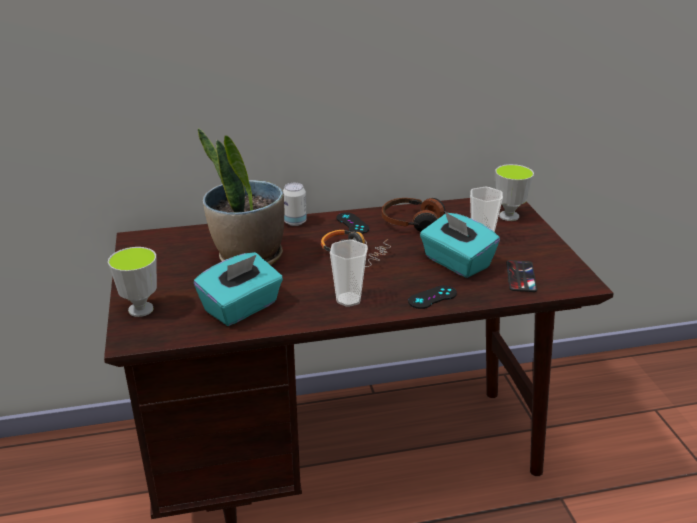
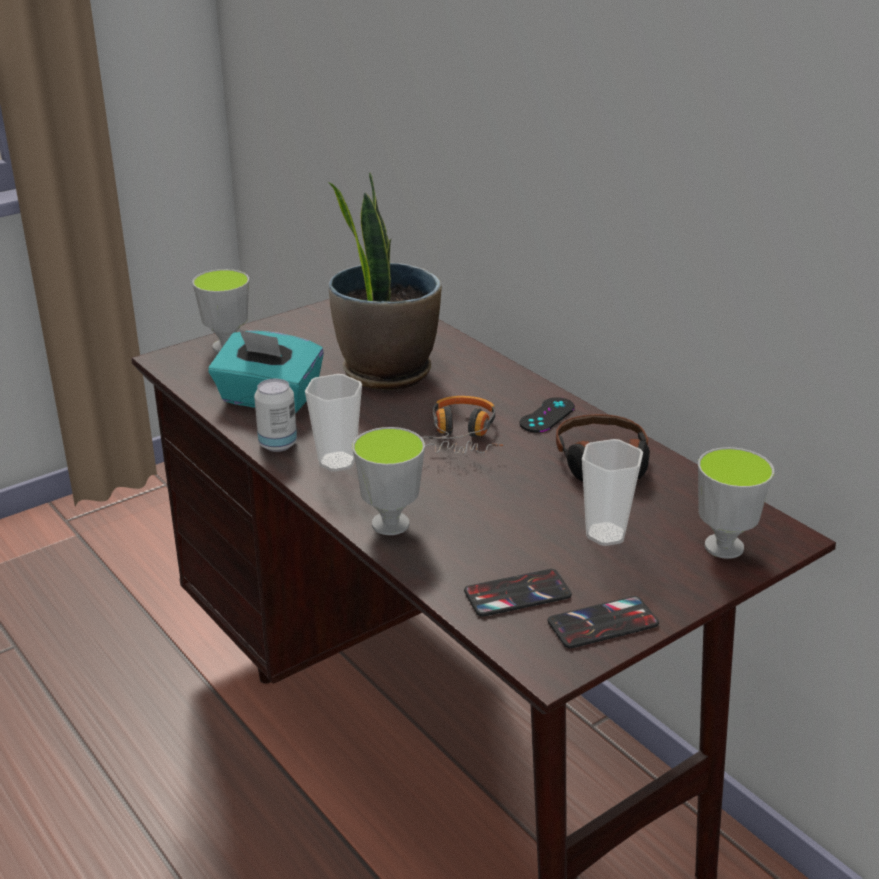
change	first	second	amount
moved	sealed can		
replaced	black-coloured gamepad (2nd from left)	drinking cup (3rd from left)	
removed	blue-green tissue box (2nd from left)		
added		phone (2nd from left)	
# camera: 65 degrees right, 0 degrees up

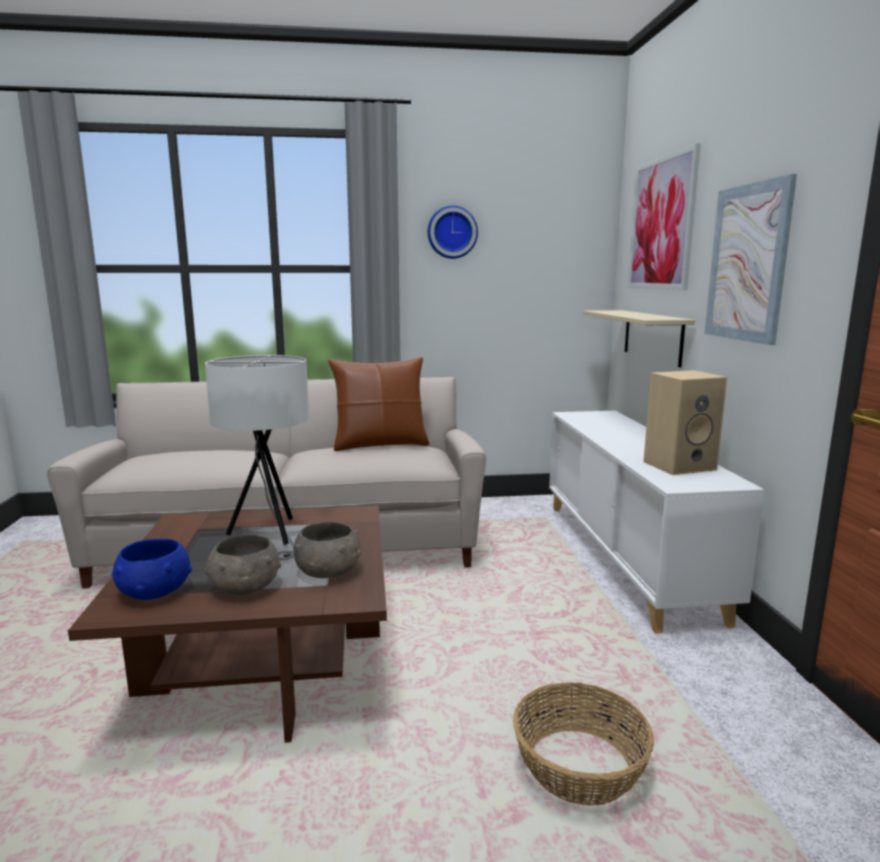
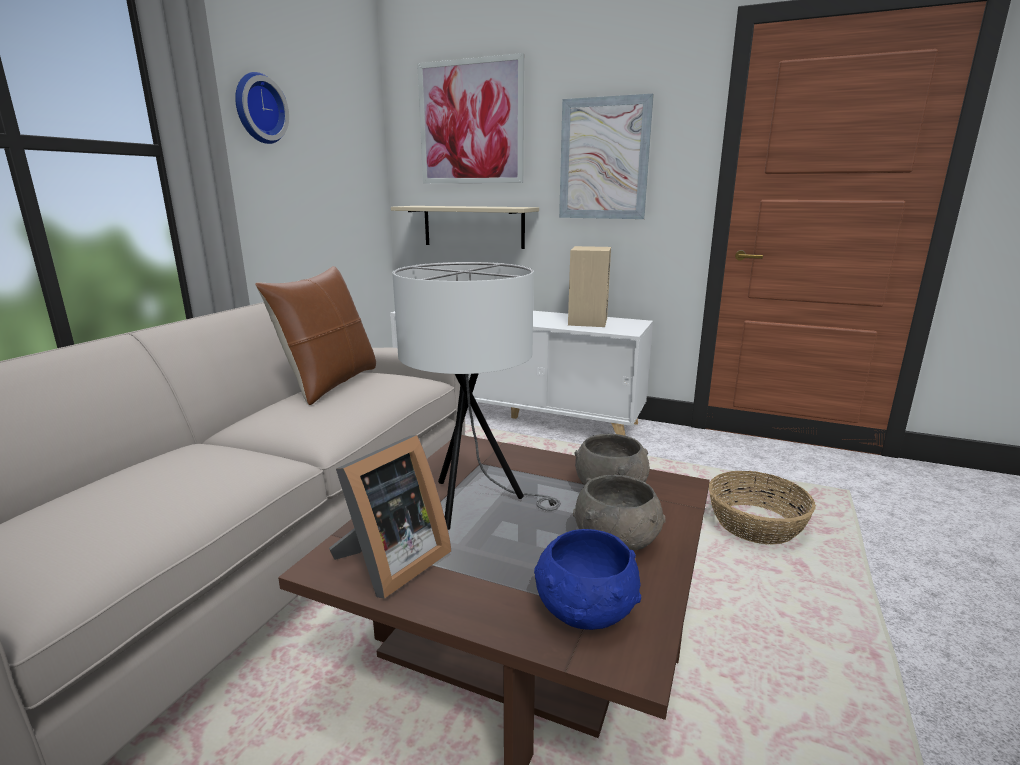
change	first	second	amount
added		standing frame	
# camera: 60 degrees left, 5 degrees up

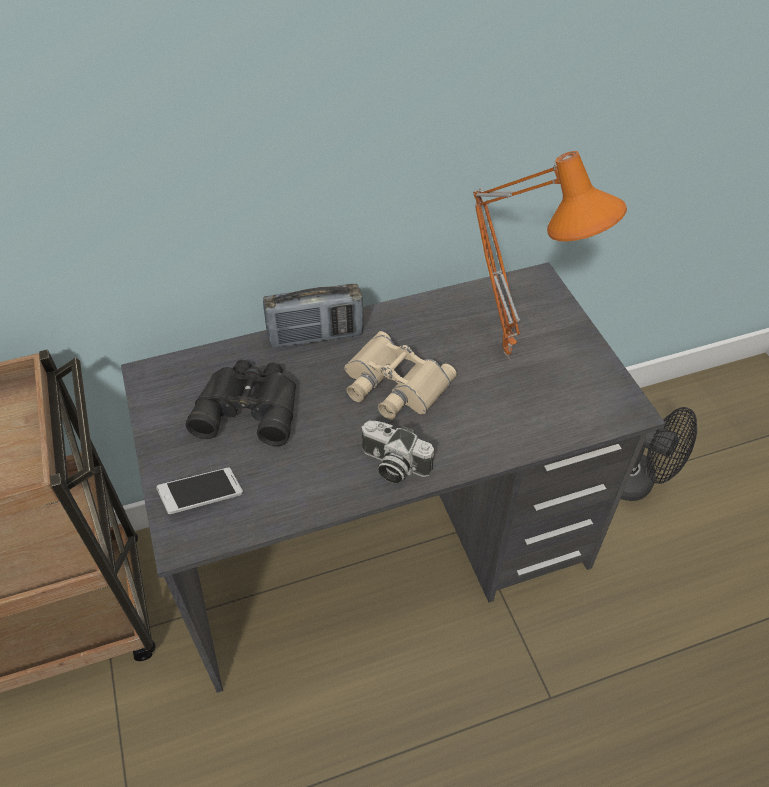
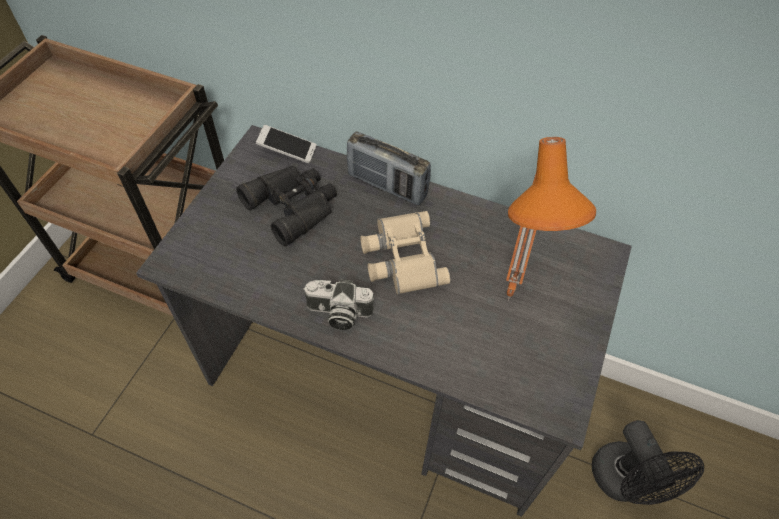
change	first	second	amount
moved	phone		
turned	still camera		60 degrees counterclockwise
# camera: 40 degrees right, 5 degrees up

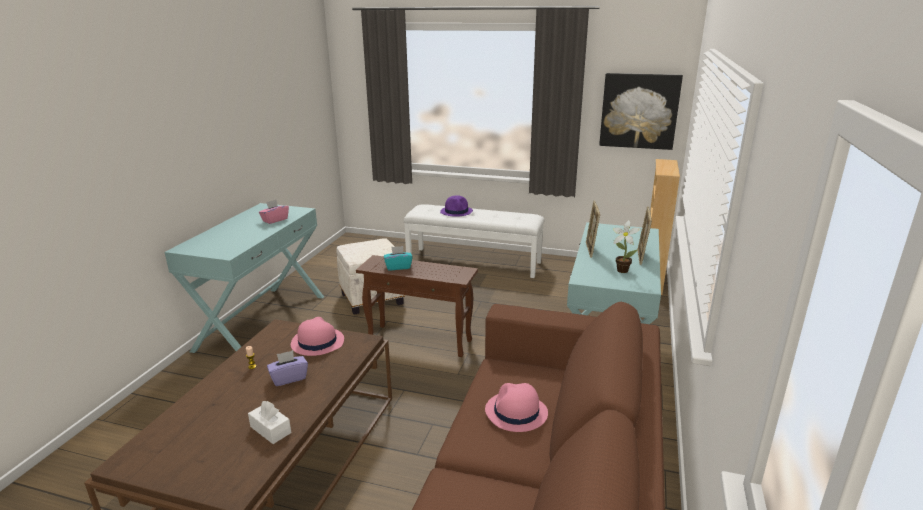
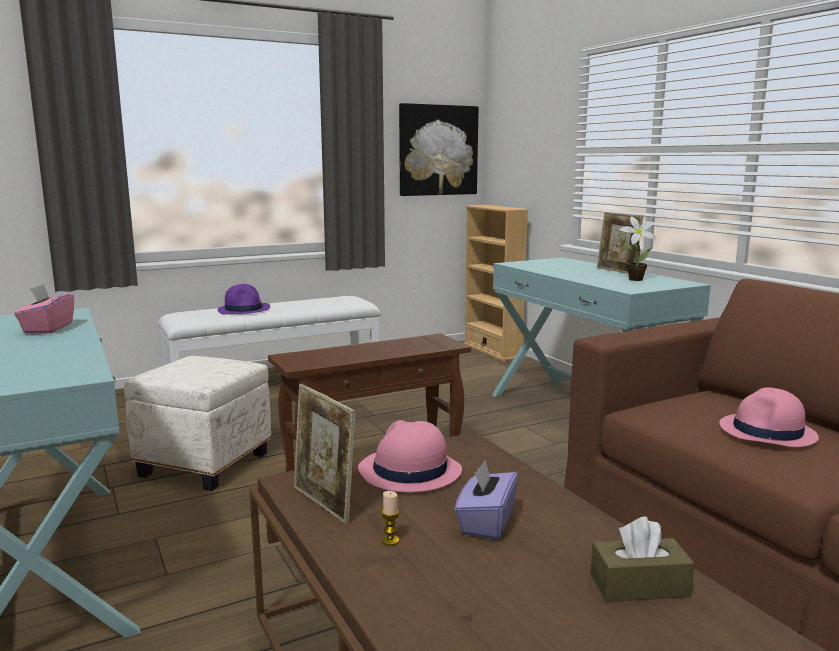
change	first	second	amount
recoloured	whitish tissue box	brown-coloured tissue box	
removed	blue-green tissue box		
moved	standing frame (1st from left)		
# camera: 45 degrees left, 10 degrees down

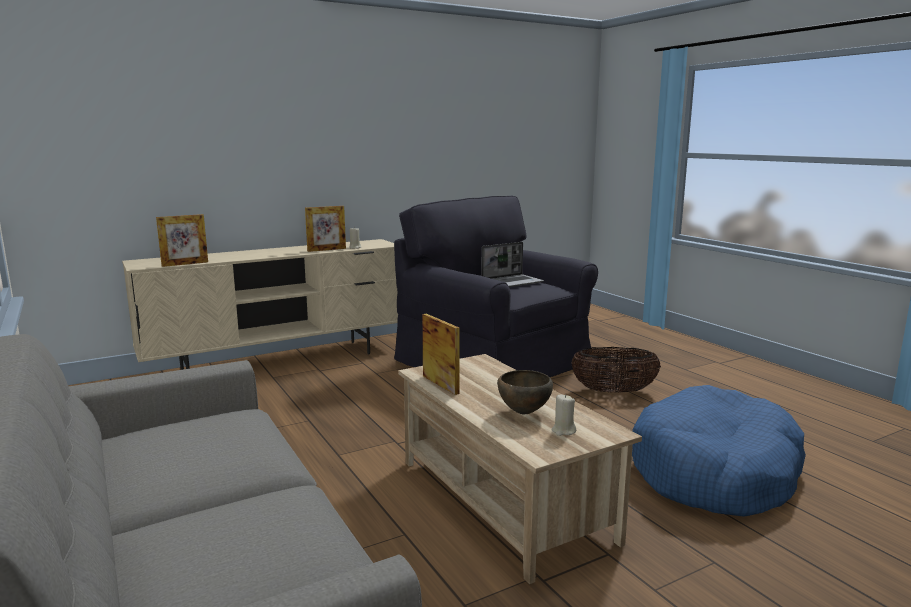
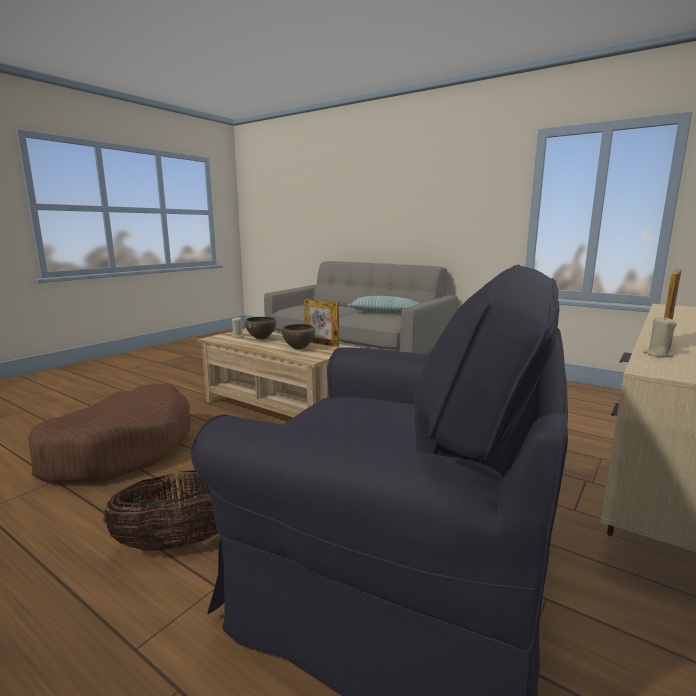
change	first	second	amount
removed	standing frame (1st from left)		
removed	notebook computer		
recoloured	blue dog cushion	brown-coloured dog cushion	
added		brown-coloured deep dish (2nd from left)	
added		cushion	
# camera: 155 degrees right, 0 degrees up

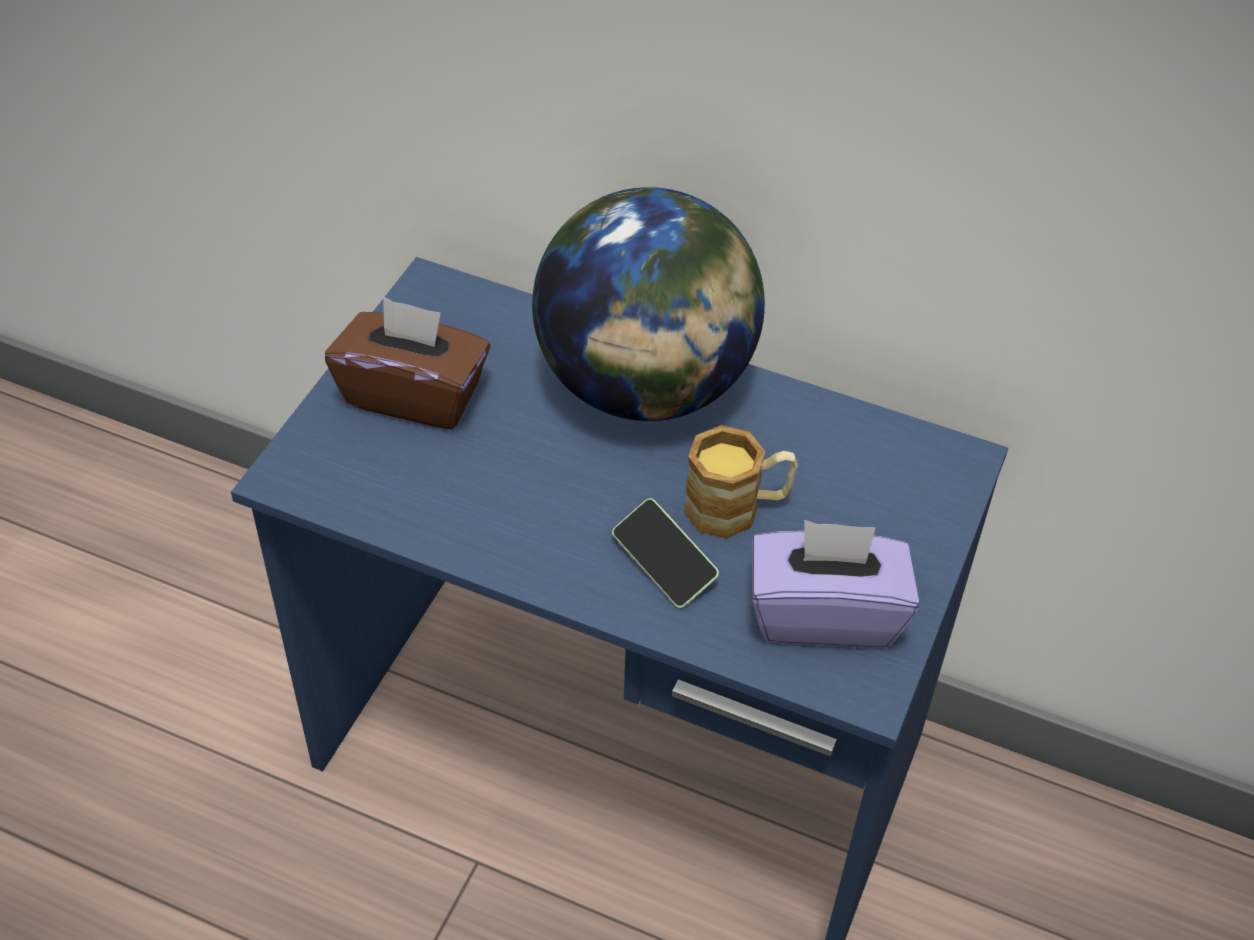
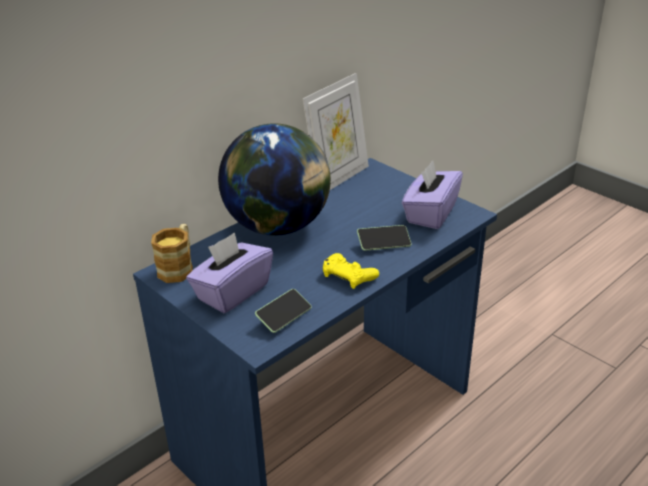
change	first	second	amount
recoloured	brown-coloured tissue box	purplish tissue box (1st from left)	
moved	mug		
added		phone (1st from left)	
added		standing frame	
added		yellow-coloured gamepad	
# camera: 65 degrees left, 15 degrees down

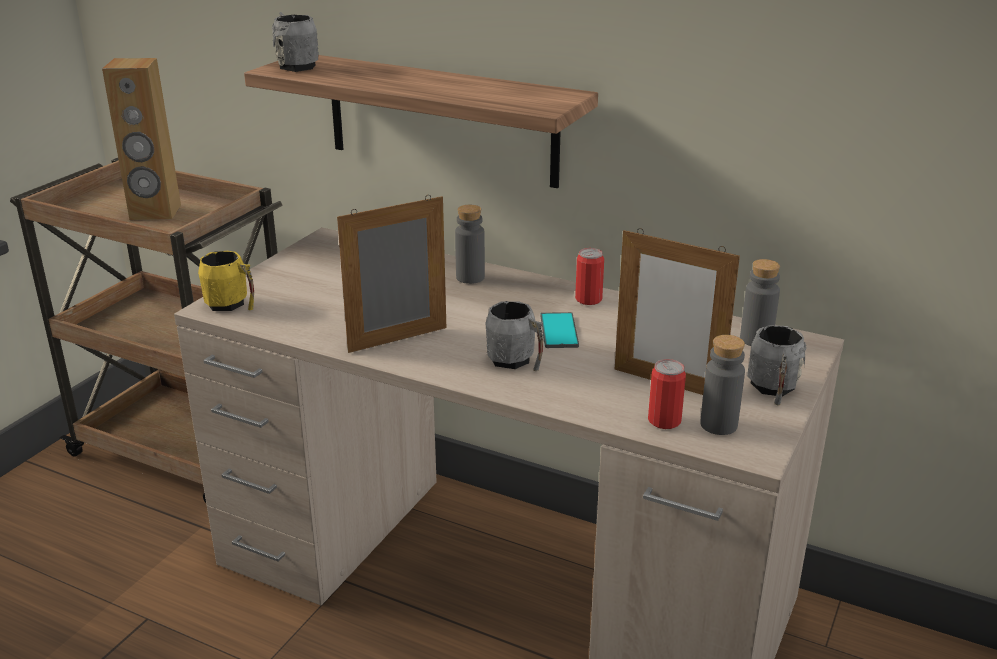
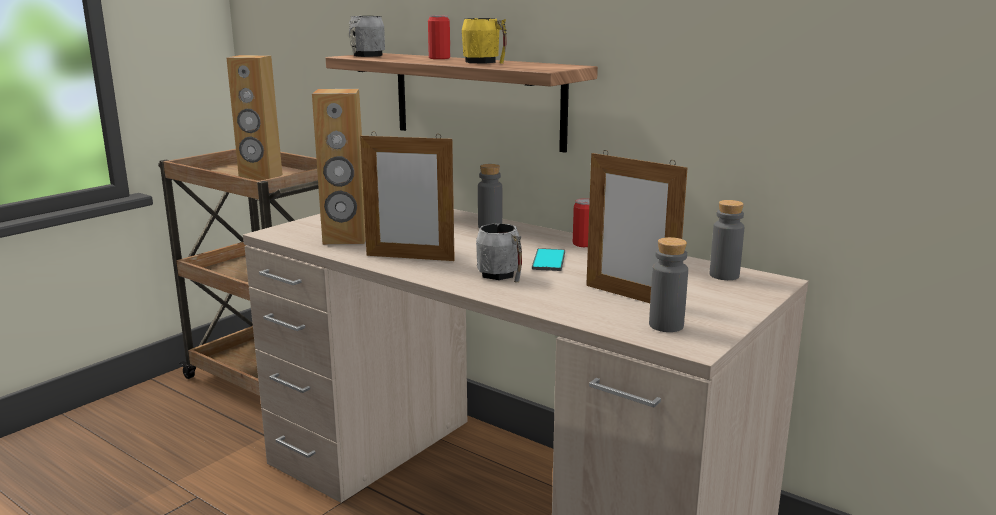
change	first	second	amount
moved	yellow-coloured mug		
turned	standing frame (1st from left)		150 degrees counterclockwise
moved	sealed can (2nd from left in the first image)	sealed can (1st from left)	
removed	gray mug (3rd from left)		
added		brown-coloured audio speaker (2nd from left)	
# camera: 10 degrees right, 10 degrees down

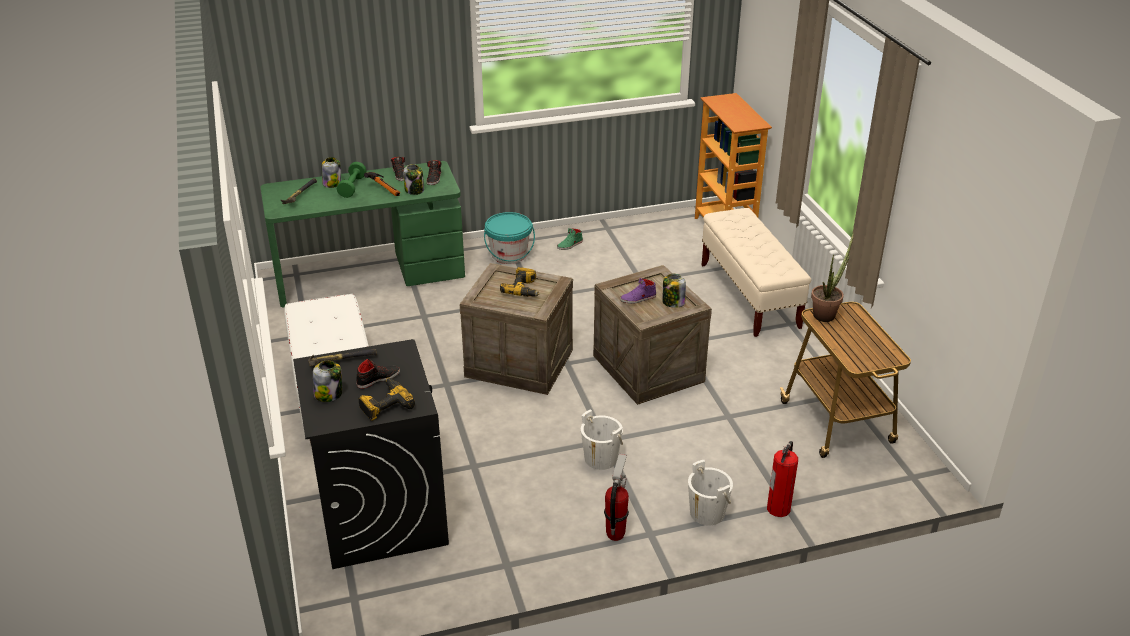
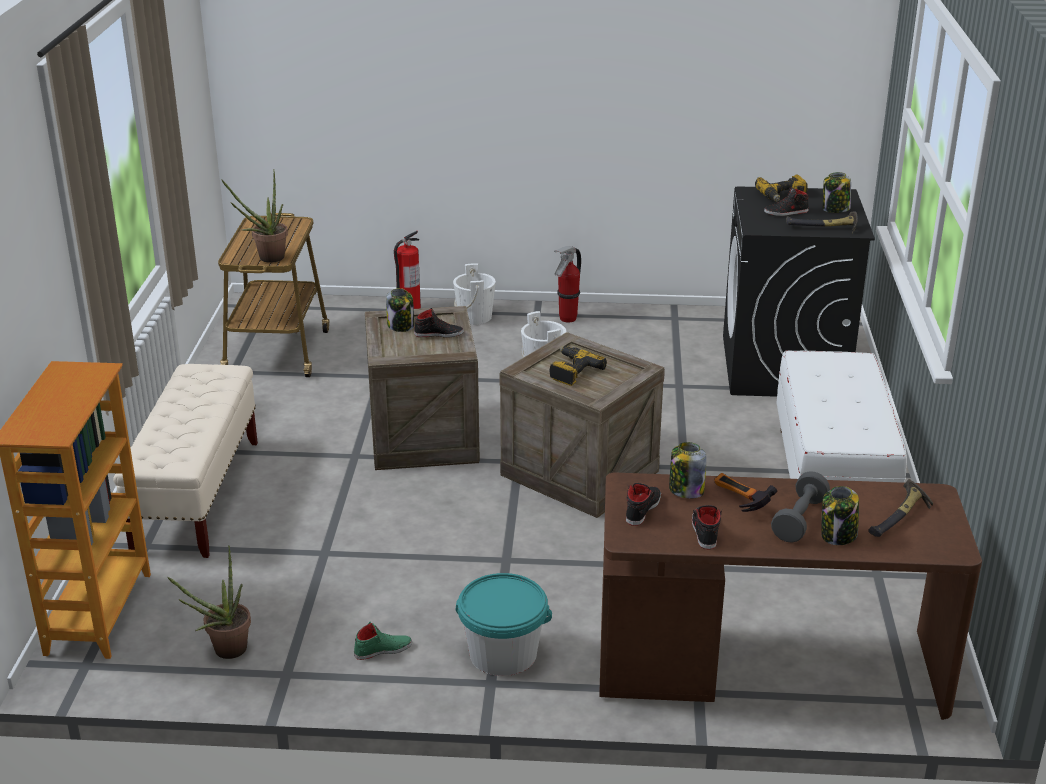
change	first	second	amount
recoloured	green desk unit	brown-coloured desk unit	
recoloured	green free weight	gray free weight	
recoloured	purplish shoe	black-coloured shoe (1st from left)	
added		houseplant (1st from left)	
# camera: 160 degrees left, 5 degrees down

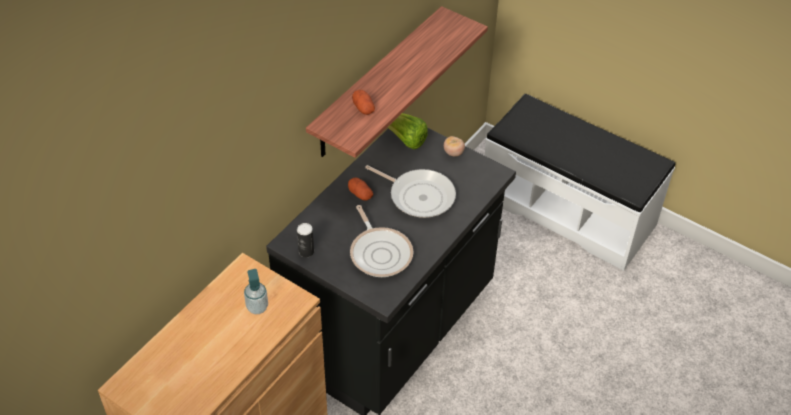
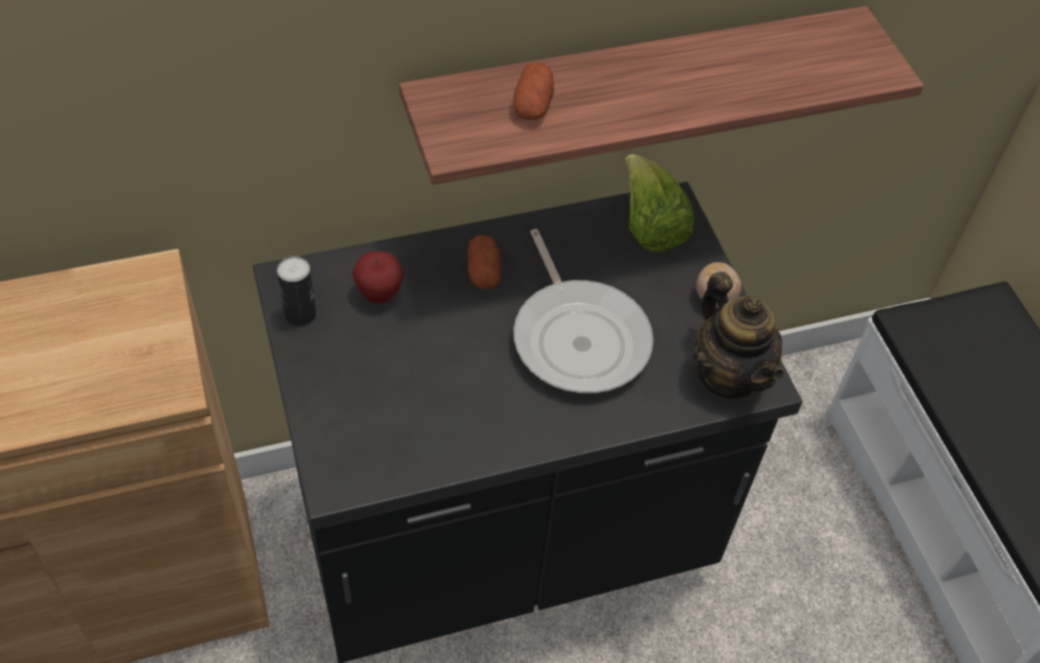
change	first	second	amount
removed	soap bottle		
removed	pan (1st from left)		
added		apple	
added		pot for tea	
# camera: 35 degrees right, 5 degrees up

